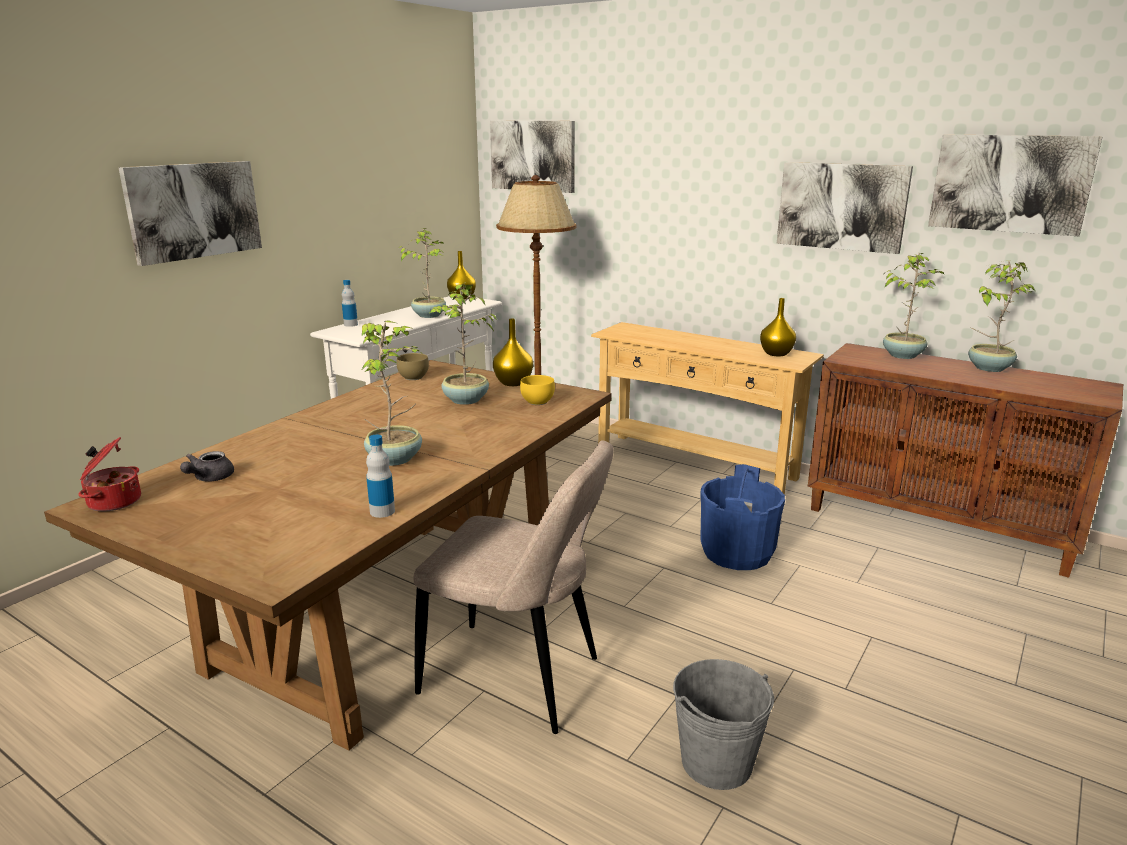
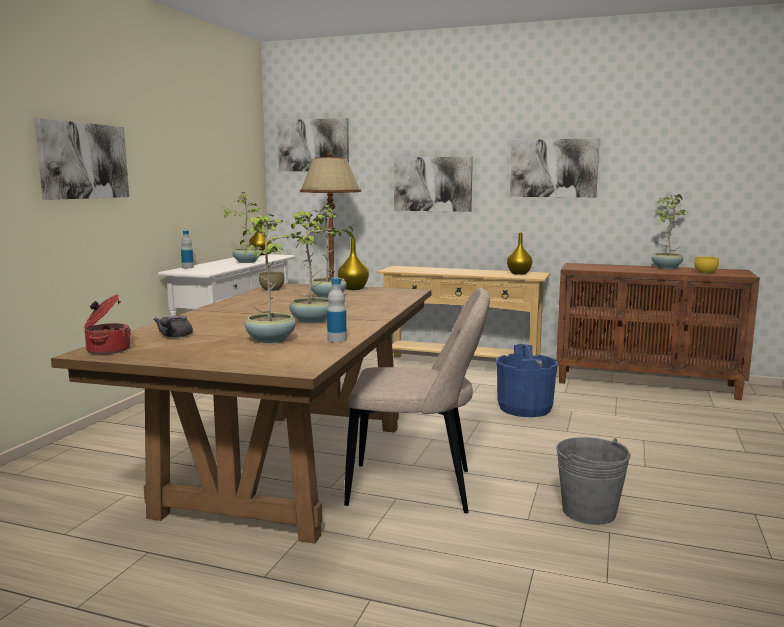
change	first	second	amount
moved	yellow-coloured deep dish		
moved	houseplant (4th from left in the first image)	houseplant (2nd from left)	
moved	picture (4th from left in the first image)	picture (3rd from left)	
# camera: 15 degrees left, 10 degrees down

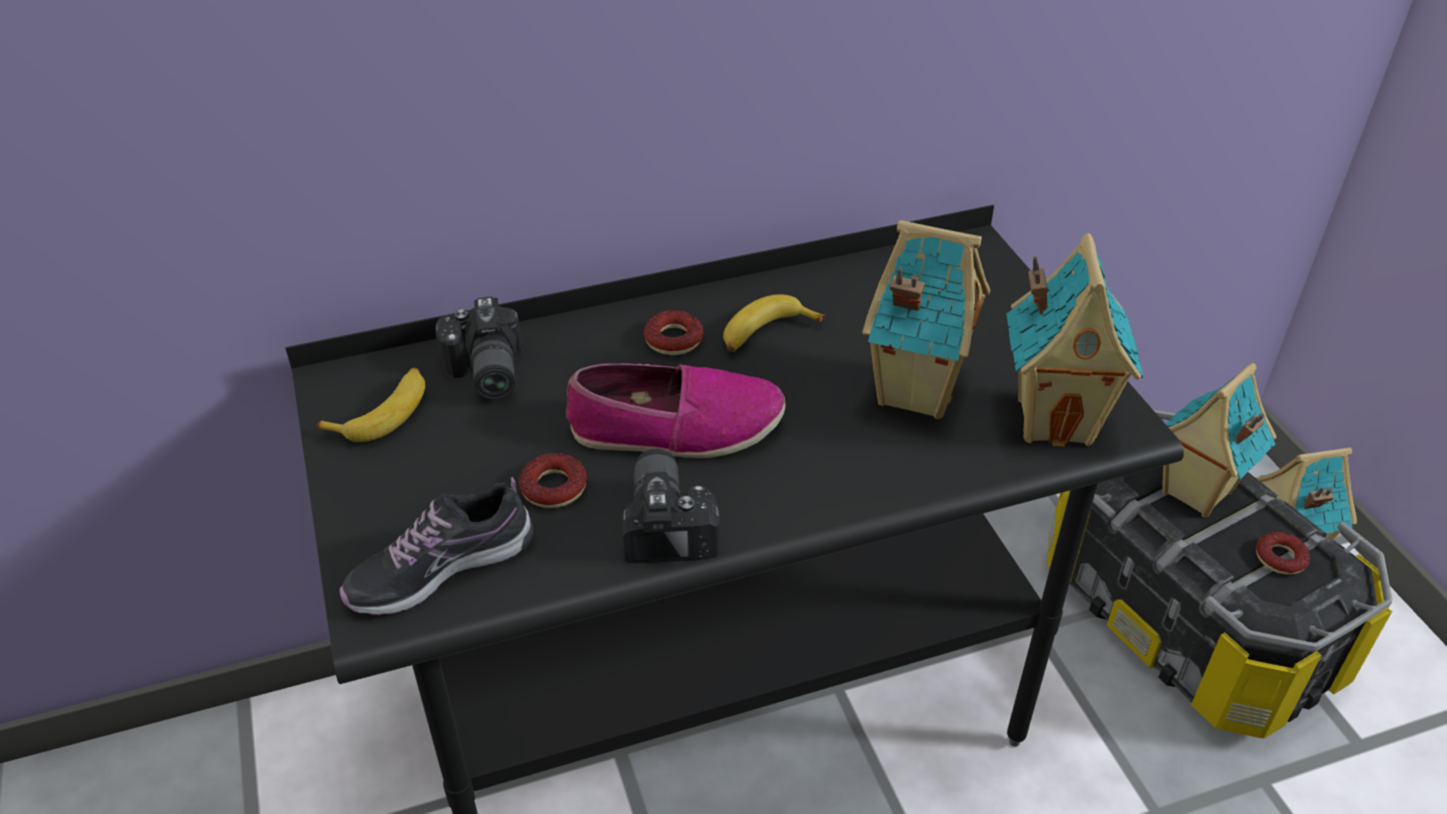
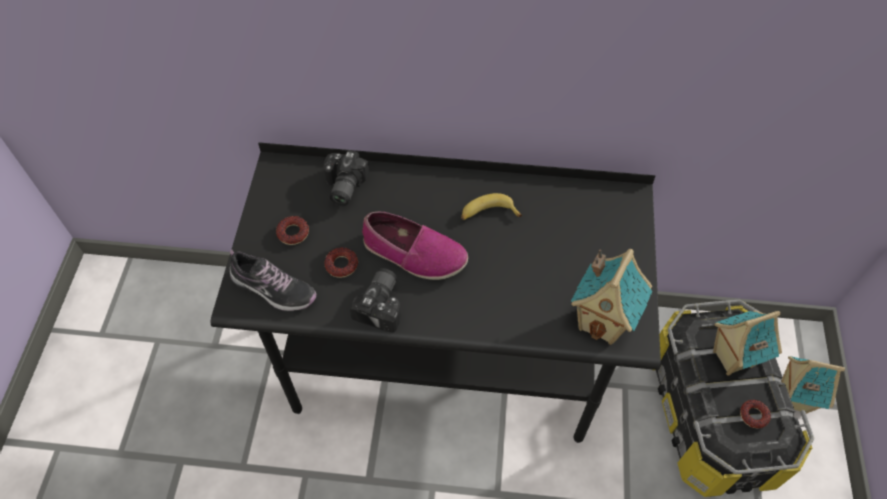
change	first	second	amount
removed	whole banana (1st from left)		
turned	shoe (1st from left)		150 degrees counterclockwise
moved	doughnut (2nd from left in the first image)	doughnut (1st from left)	
removed	model house (1st from left)		
# camera: 25 degrees right, 15 degrees up

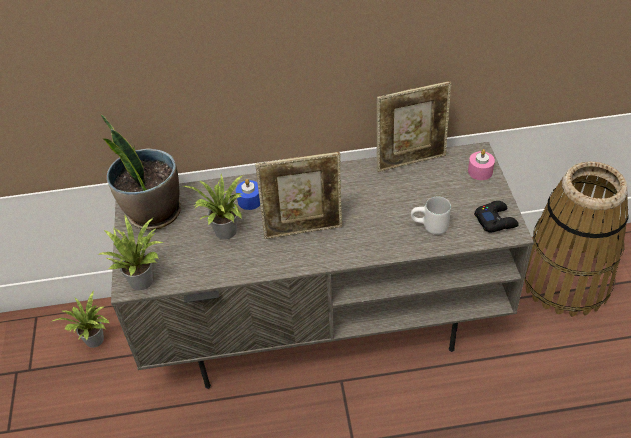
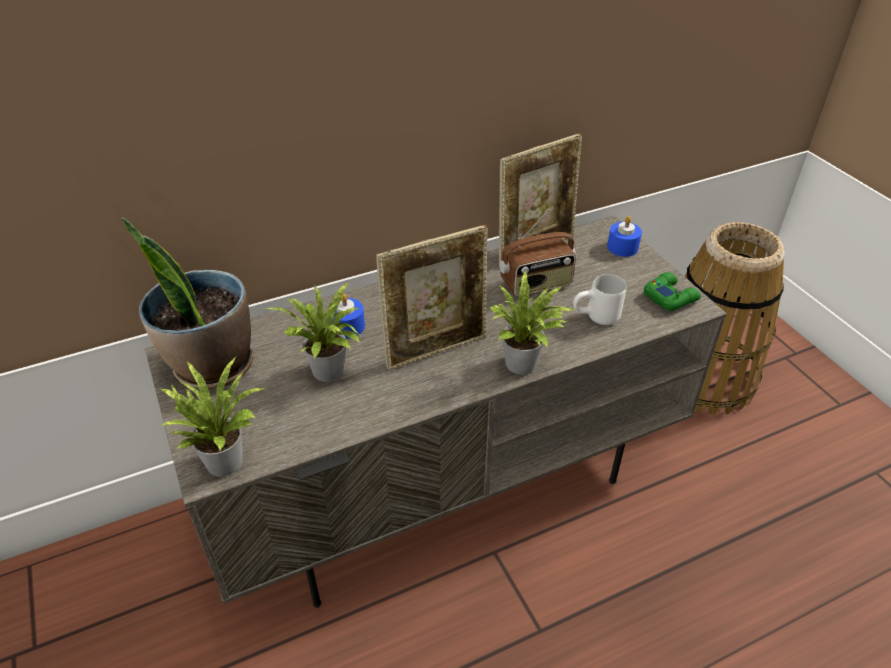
change	first	second	amount
moved	houseplant (1st from left in the first image)	houseplant (4th from left)	
recoloured	pink candle	blue candle (2nd from left)	
recoloured	black-coloured gamepad	green gamepad	
added		radio set	
# camera: 20 degrees left, 5 degrees down

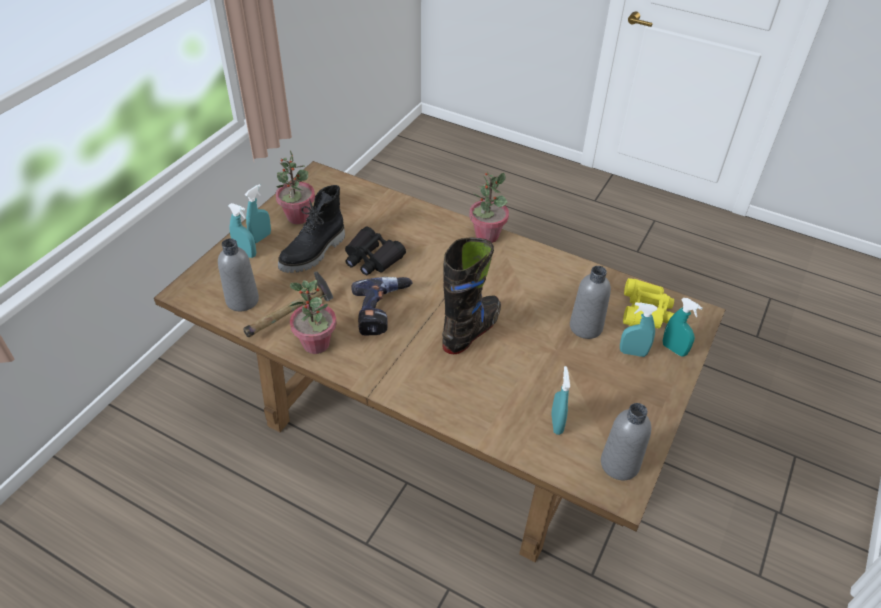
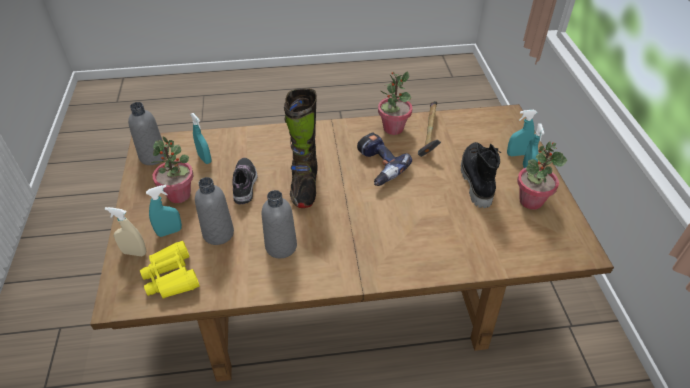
change	first	second	amount
moved	gray bottle (1st from left in the first image)	gray bottle (3rd from left)	
removed	black-coloured pair of binoculars		
moved	houseplant (3rd from left in the first image)	houseplant (1st from left)	
recoloured	blue-green hand sprayer (5th from left)	beige-coloured hand sprayer	
added		shoe	
# camera: 145 degrees right, 0 degrees up

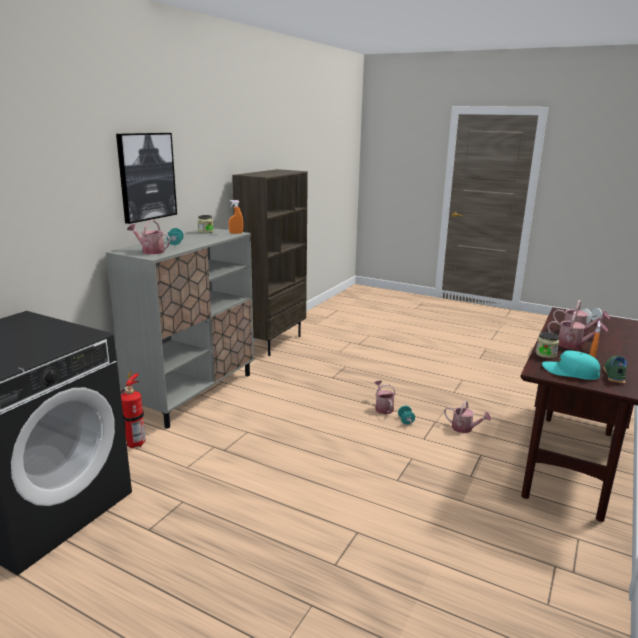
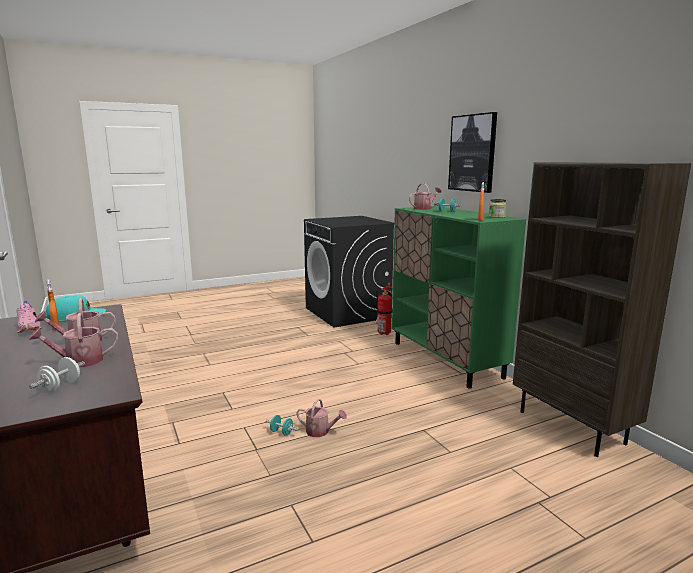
change	first	second	amount
recoloured	gray cabinet	green cabinet	
removed	sprinkling can (3rd from left)		
removed	storage jar (2nd from left)		
recoloured	green shoe	pink shoe	
# camera: 125 degrees right, 5 degrees down

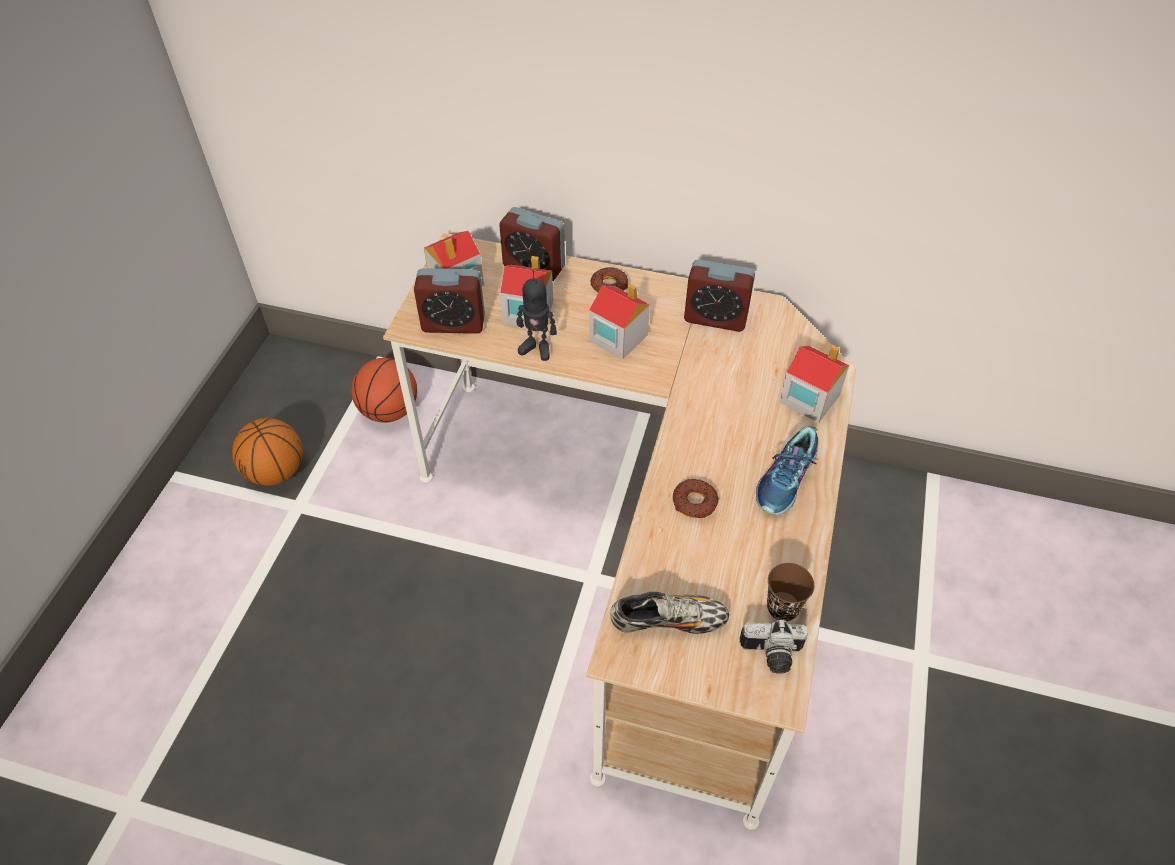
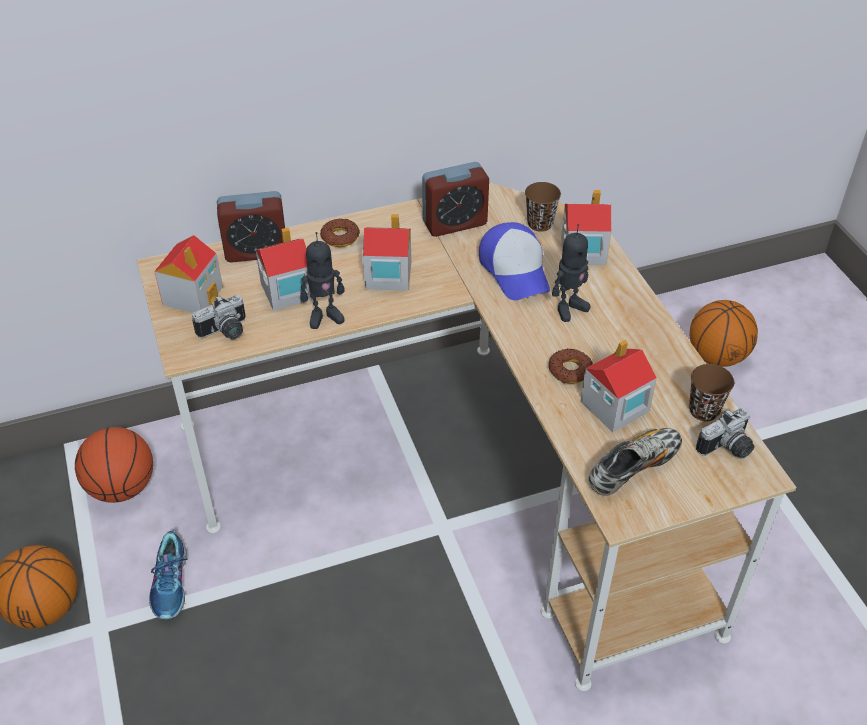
change	first	second	amount
replaced	alarm clock (1st from left)	still camera (1st from left)	
moved	shoe (2nd from left in the first image)	shoe (1st from left)	
added		cap	
added		brown-coloured drinking cup (1st from left)	
added		toy robot (2nd from left)	
added		model house (5th from left)	
added		ball for basketball (3rd from left)	
# camera: 35 degrees left, 5 degrees down

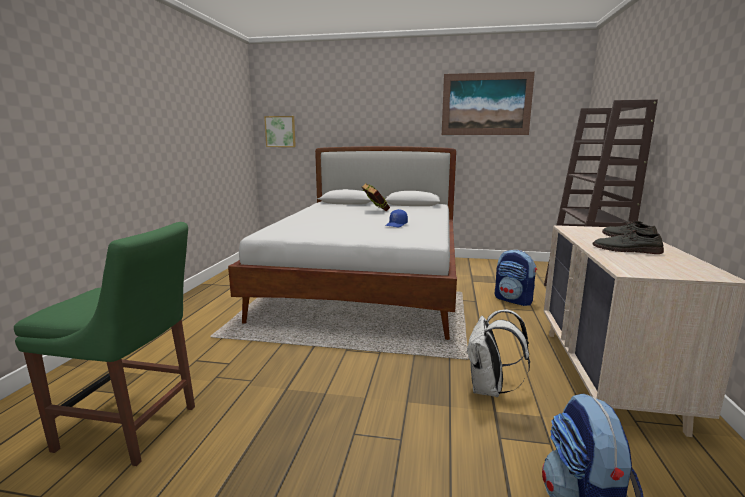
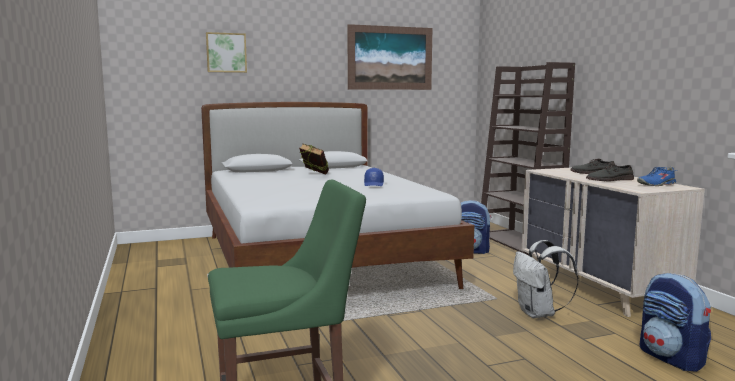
change	first	second	amount
moved	picture (1st from left)		
added		blue shoe	
# camera: 30 degrees left, 5 degrees down

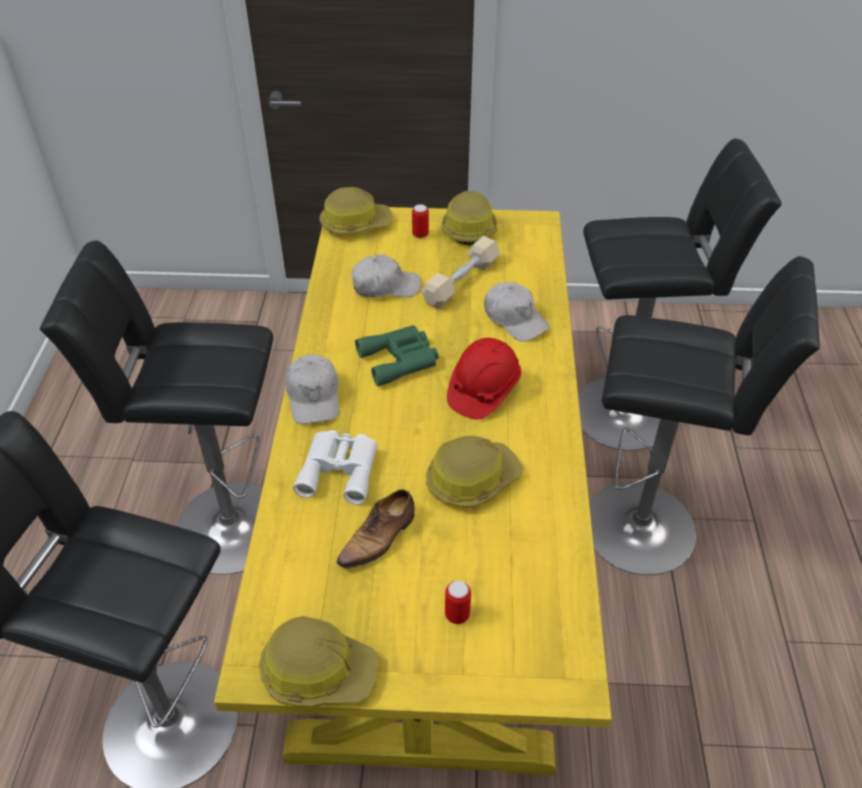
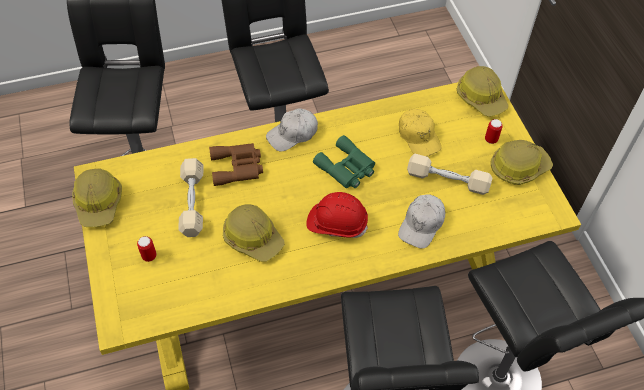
change	first	second	amount
recoloured	whitish pair of binoculars	brown-coloured pair of binoculars	
replaced	shoe	beige-coloured free weight (1st from left)	
recoloured	whitish cap (2nd from left)	yellow-coloured cap	
# camera: 70 degrees right, 10 degrees up

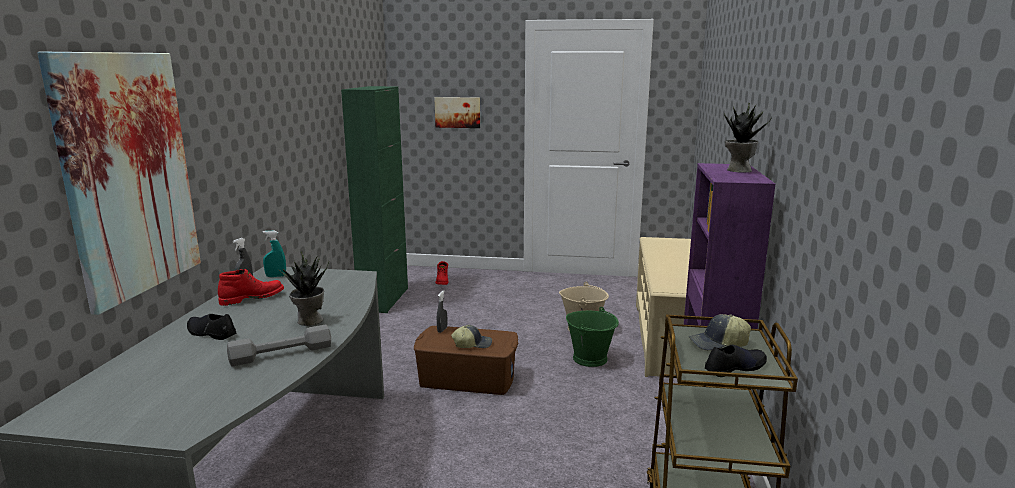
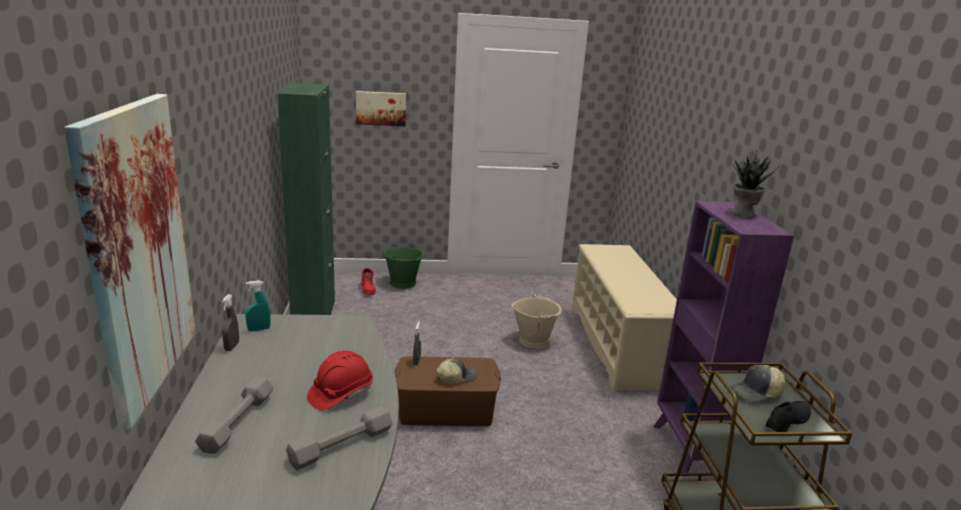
change	first	second	amount
replaced	black-coloured shoe (1st from left)	gray free weight (1st from left)	
removed	red-coloured tall boot (1st from left)		
replaced	houseplant (1st from left)	red-coloured safety helmet	
moved	green pail		
# camera: 15 degrees left, 5 degrees up

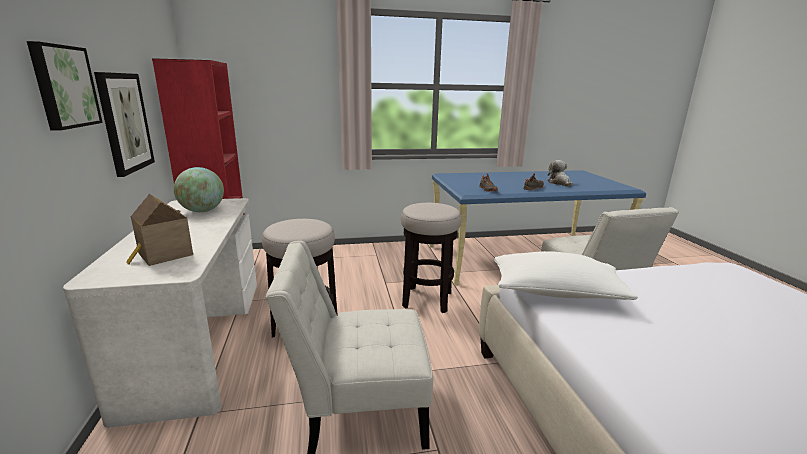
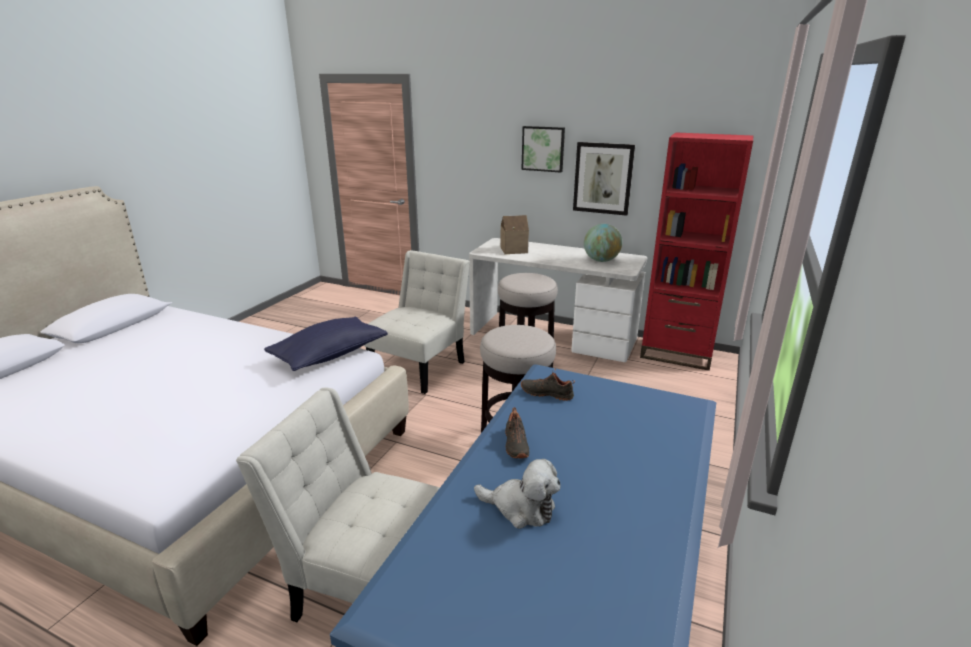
change	first	second	amount
recoloured	whitish cushion	blue cushion	
# camera: 125 degrees right, 5 degrees up

